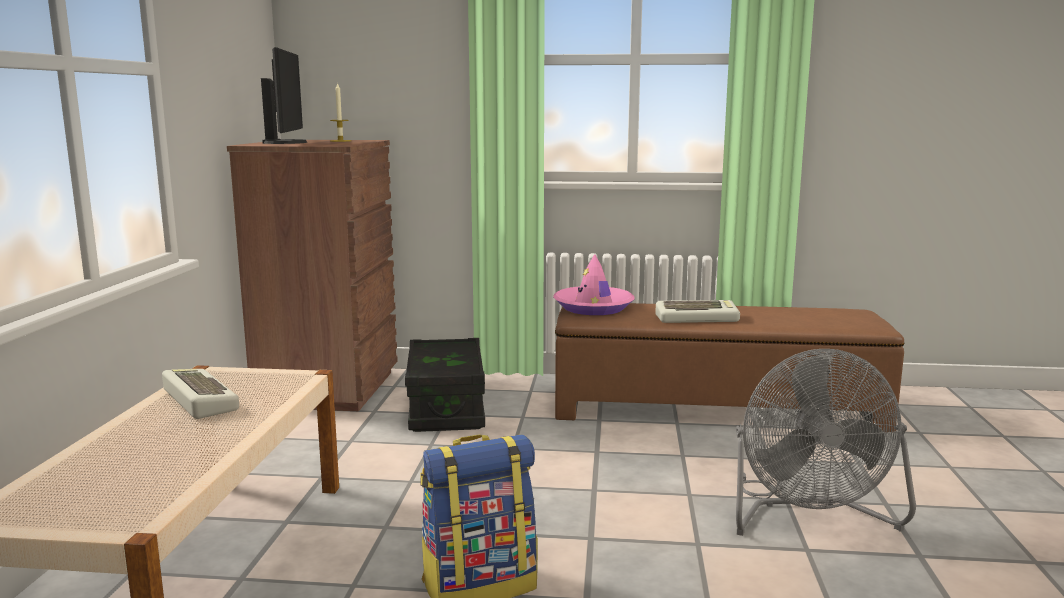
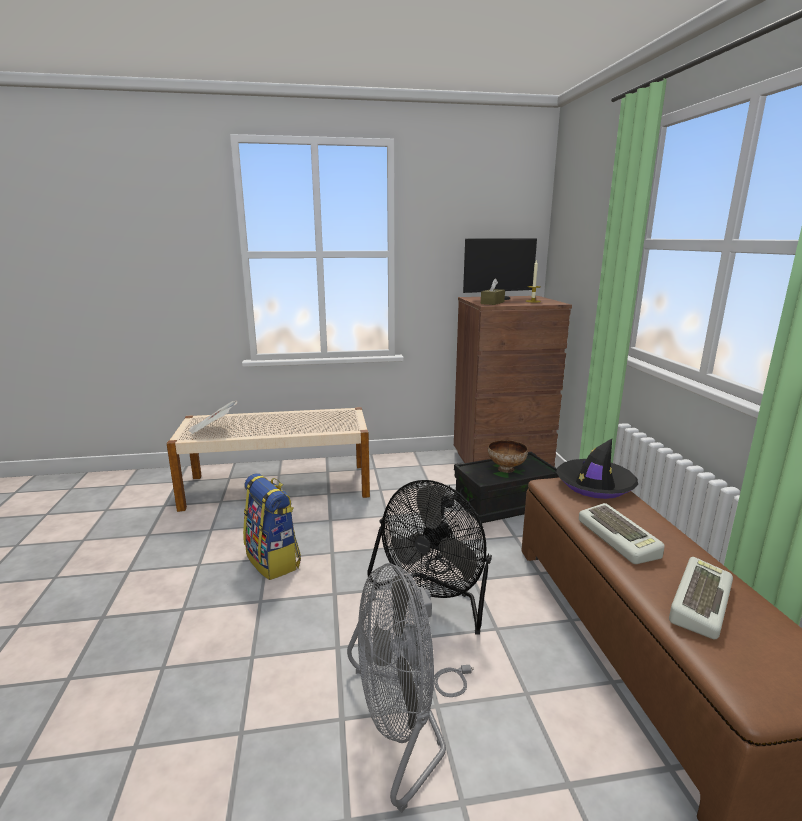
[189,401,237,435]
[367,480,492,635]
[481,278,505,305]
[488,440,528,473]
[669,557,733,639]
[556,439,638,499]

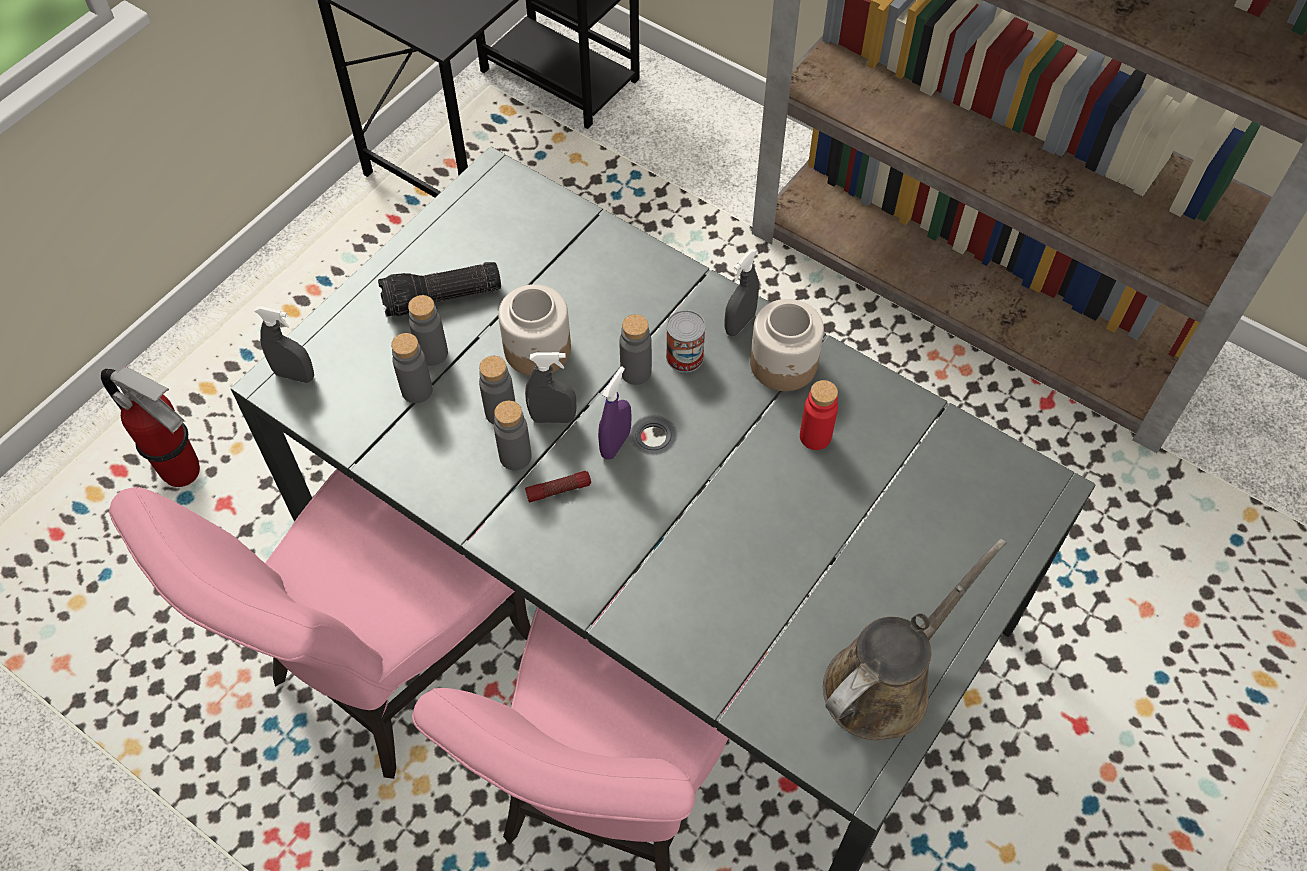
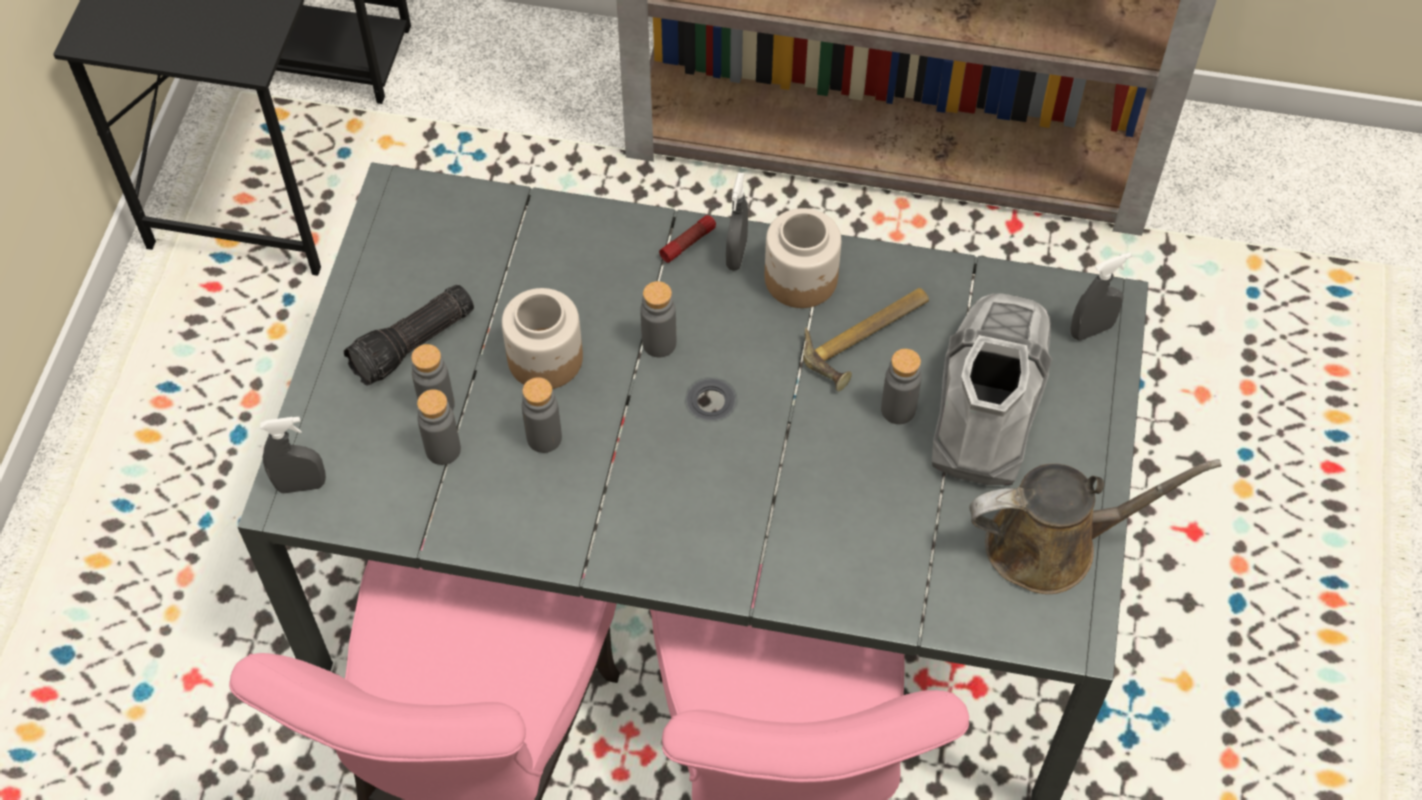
[101,367,200,487] (first image)
[598,366,632,459] (first image)
[666,310,706,373] (first image)
[932,293,1052,485]
[881,349,922,424]
[1070,252,1132,341]
[659,215,716,263]
[803,288,929,391]
[969,459,1222,594]

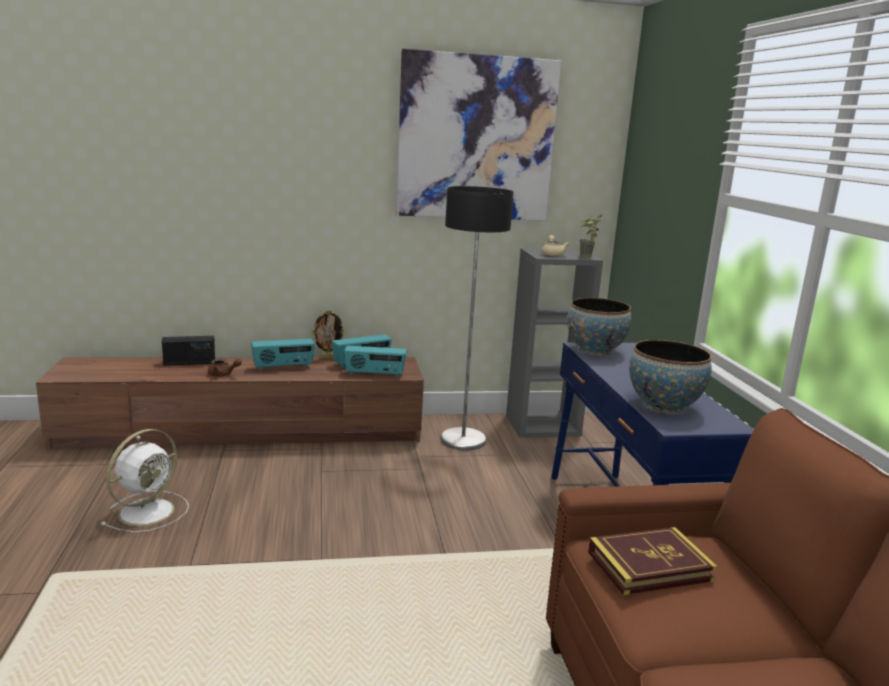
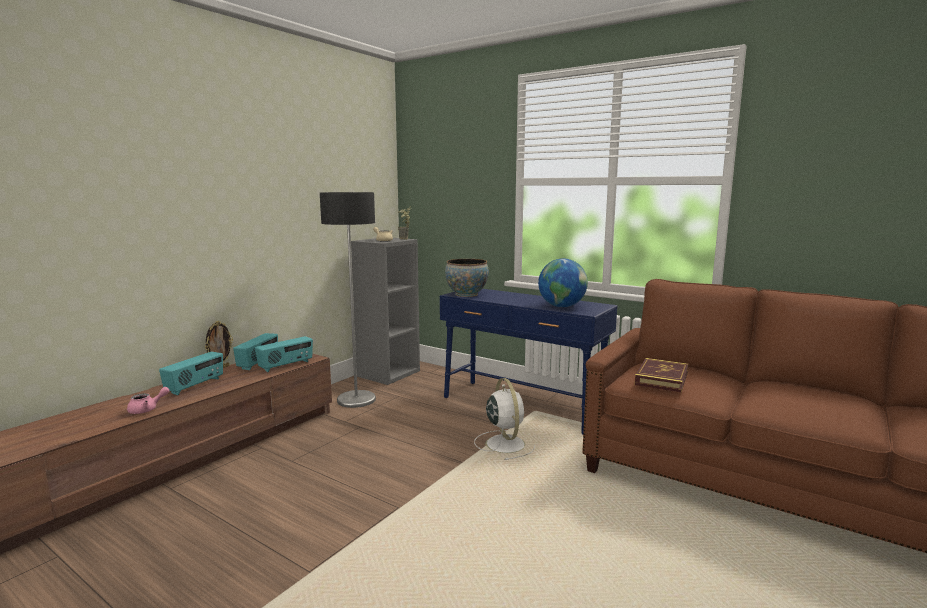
[162,336,215,366] (first image)
[396,49,561,221] (first image)
[474,378,535,460]
[538,258,588,307]
[127,387,170,414]

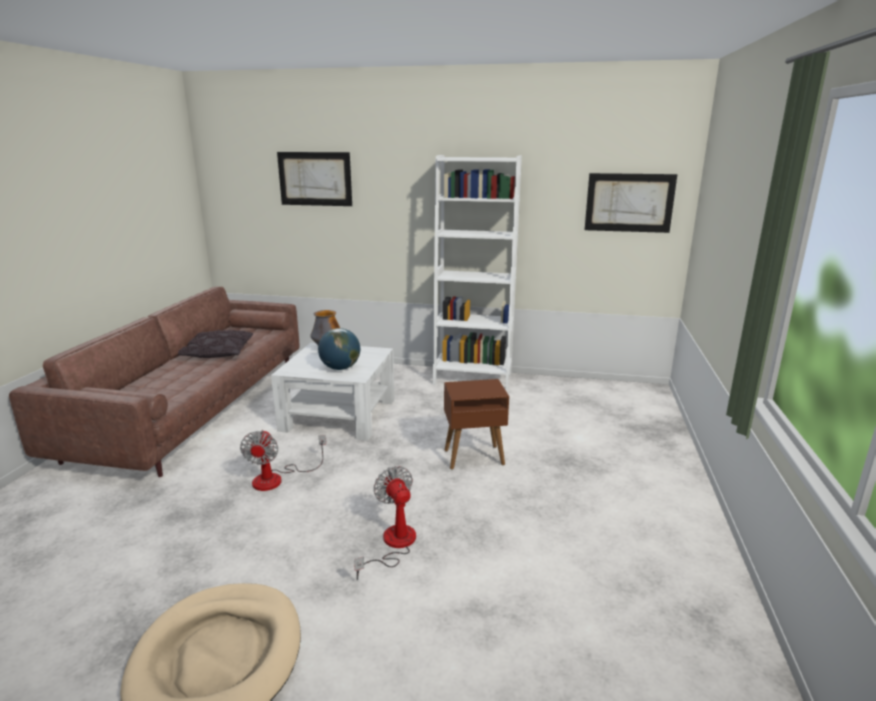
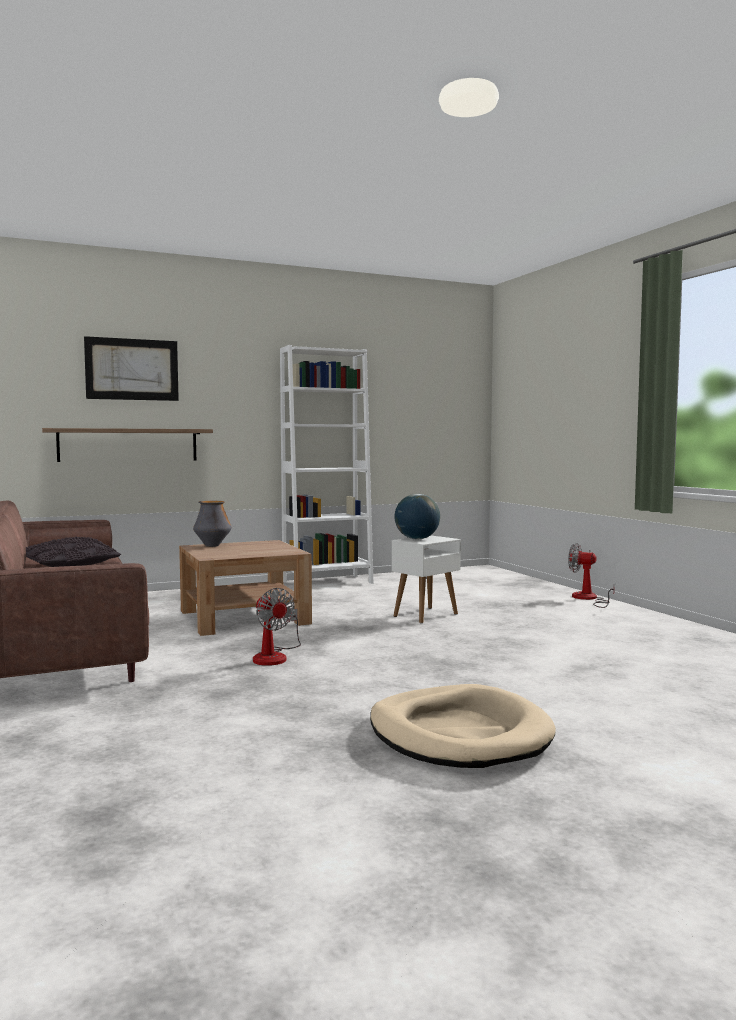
[585,173,677,233] (first image)
[42,428,213,462]
[394,494,440,539]
[568,543,615,608]
[179,540,312,636]
[392,535,461,623]

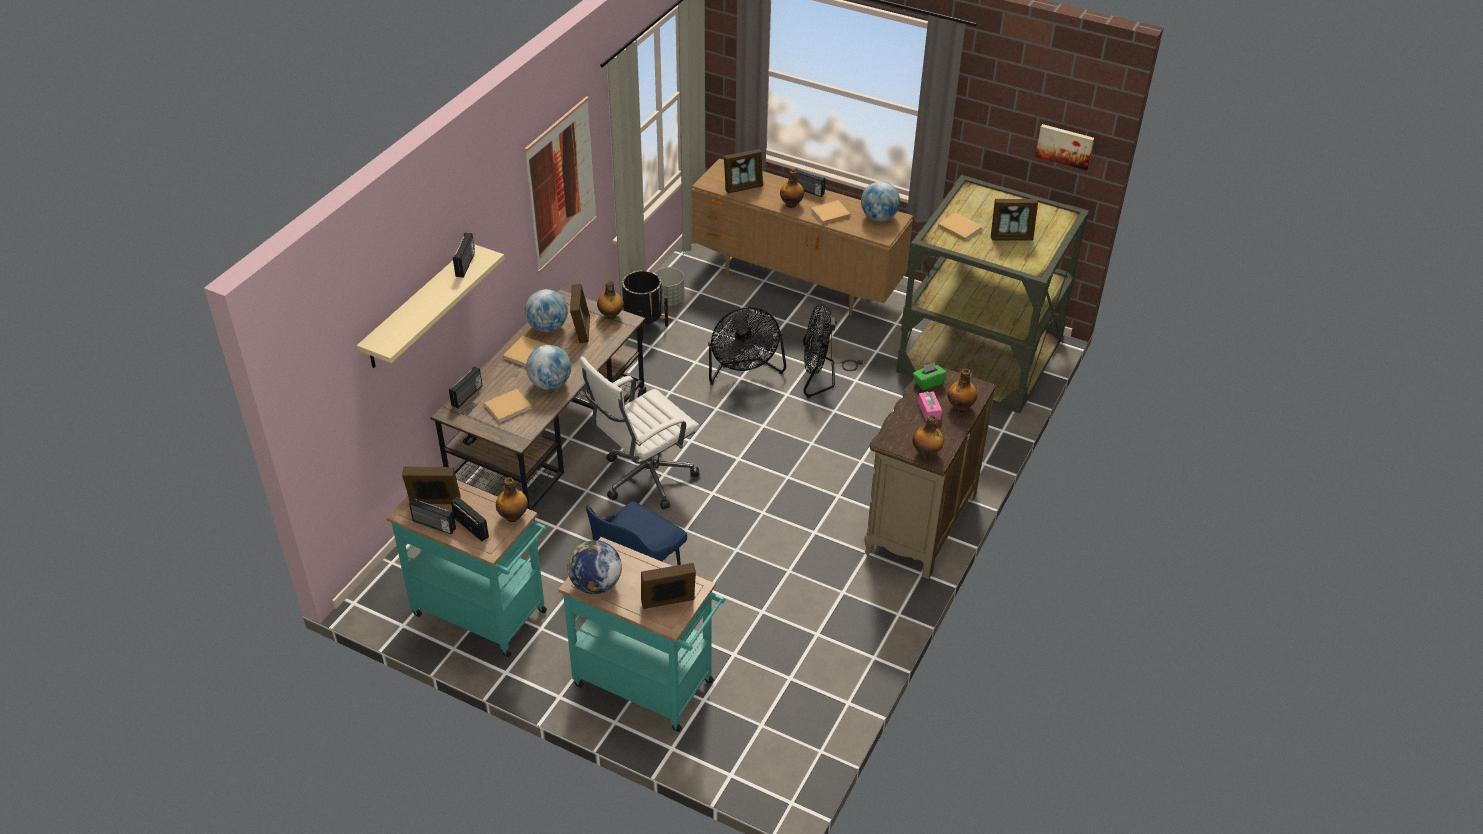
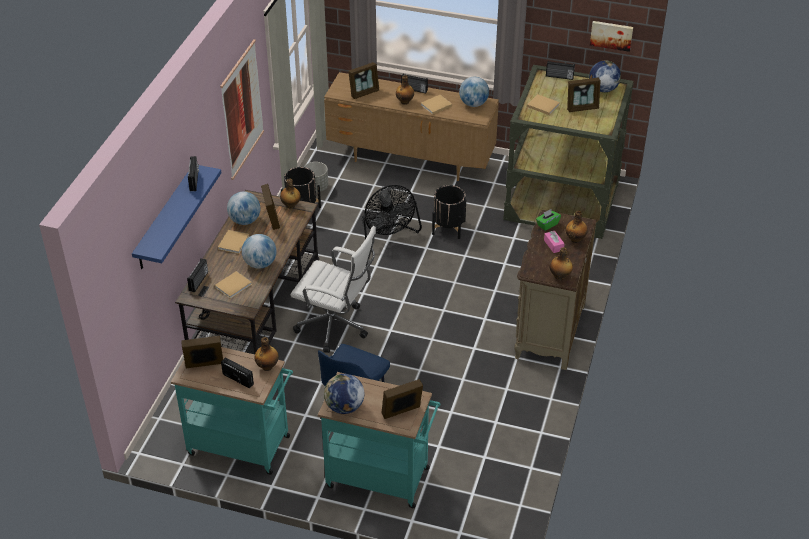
[589,61,621,92]
[546,61,575,80]
[432,185,466,239]
[132,165,221,269]
[291,226,376,353]

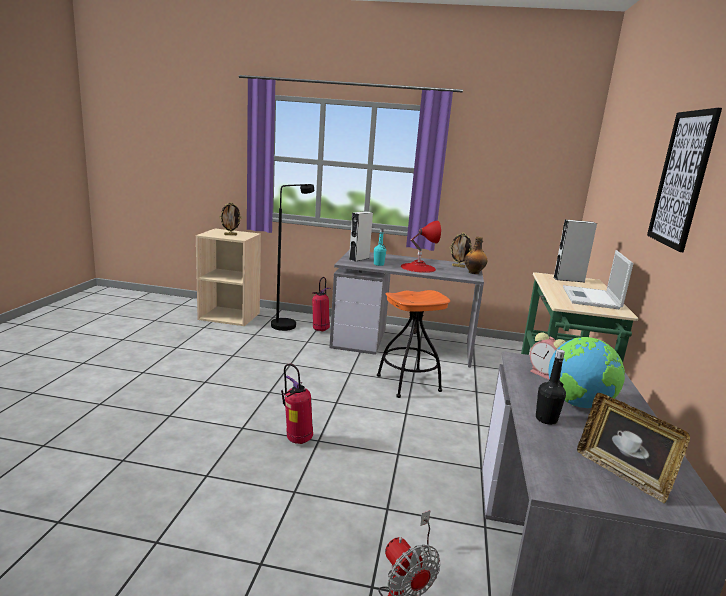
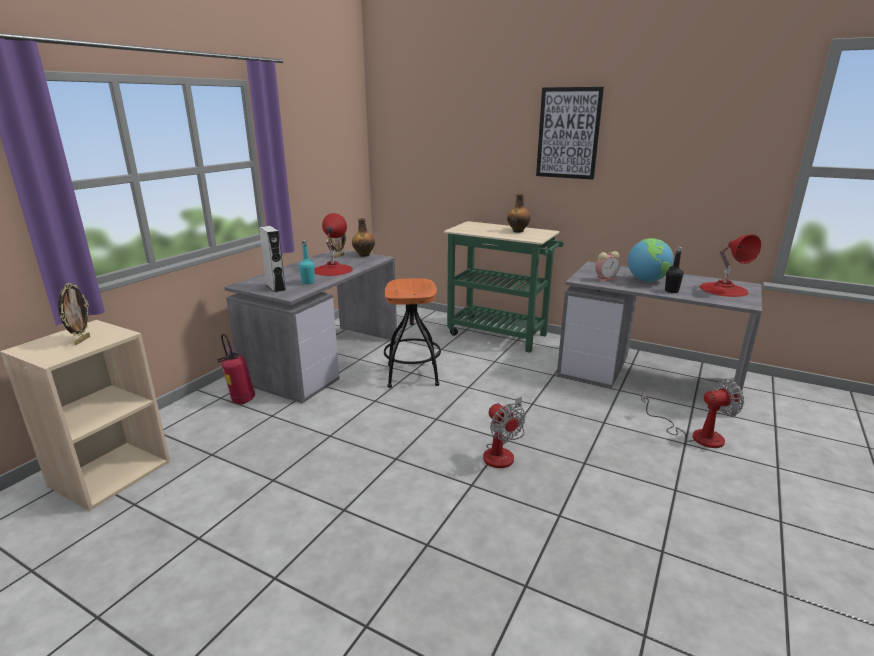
[271,184,315,331] (first image)
[554,220,597,282] (first image)
[483,397,525,468]
[507,193,531,233]
[700,235,761,297]

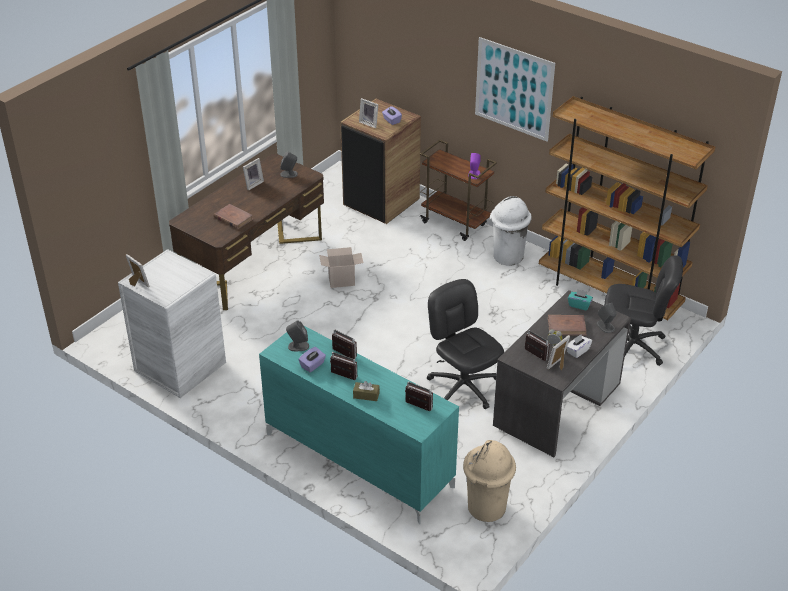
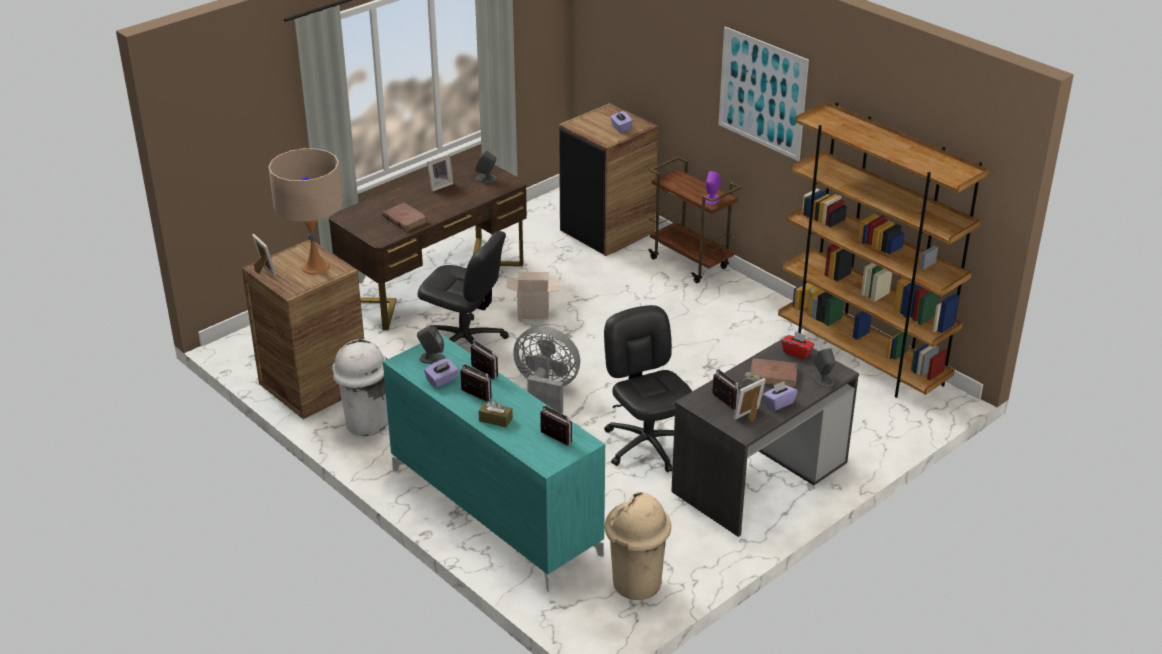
[359,98,378,128] (first image)
[268,148,343,275]
[513,326,580,414]
[332,339,388,436]
[418,231,509,345]
[242,240,364,419]
[763,382,798,411]
[782,331,814,359]

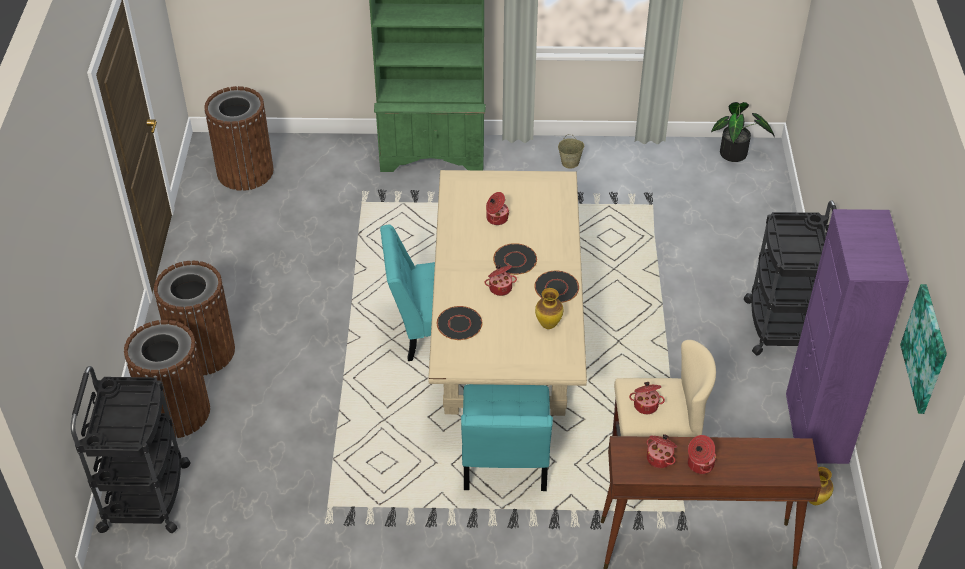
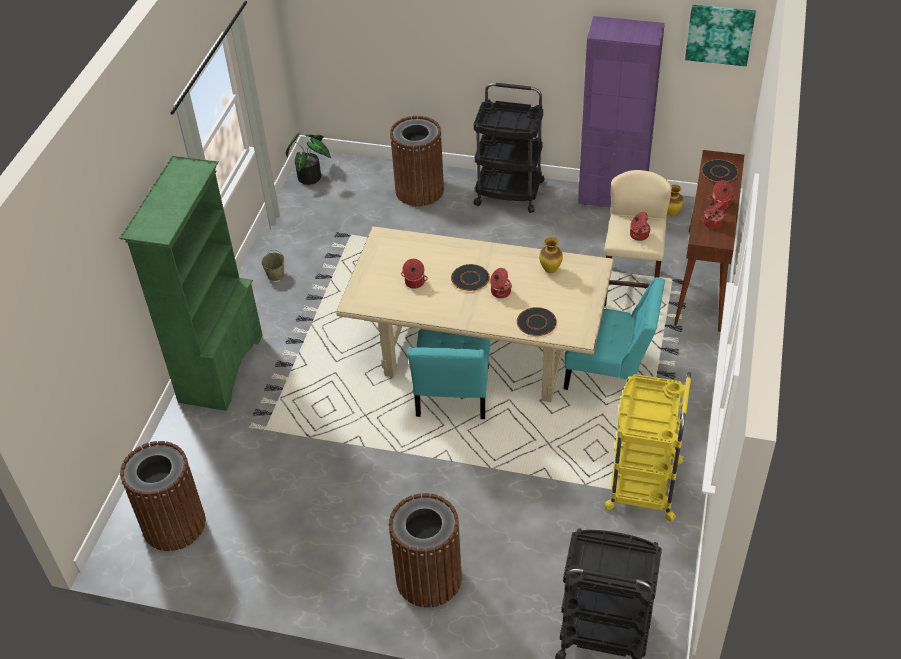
[604,372,691,521]
[390,116,444,206]
[702,159,739,182]

